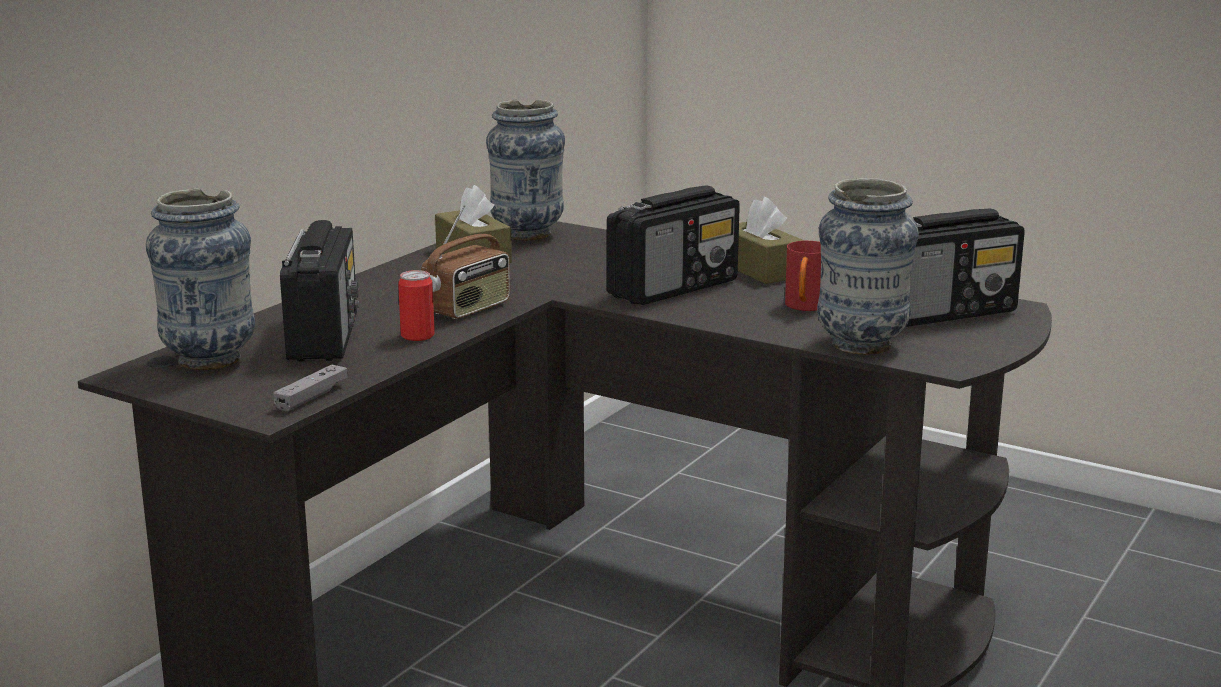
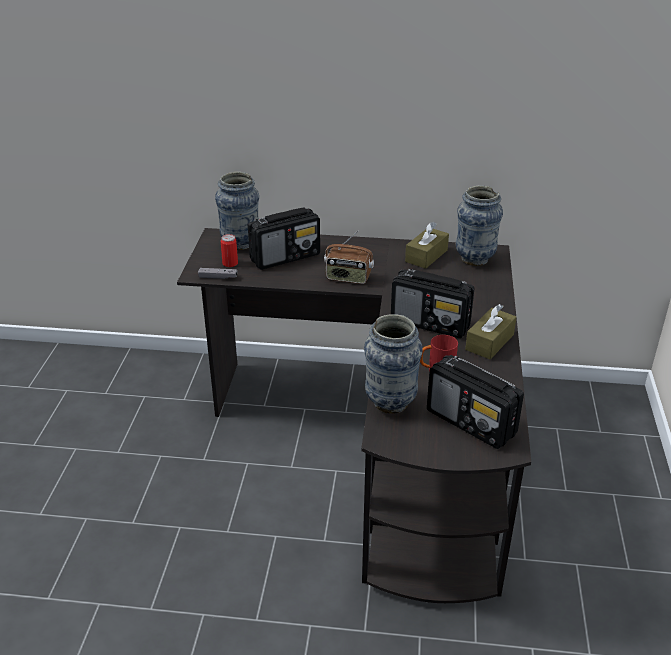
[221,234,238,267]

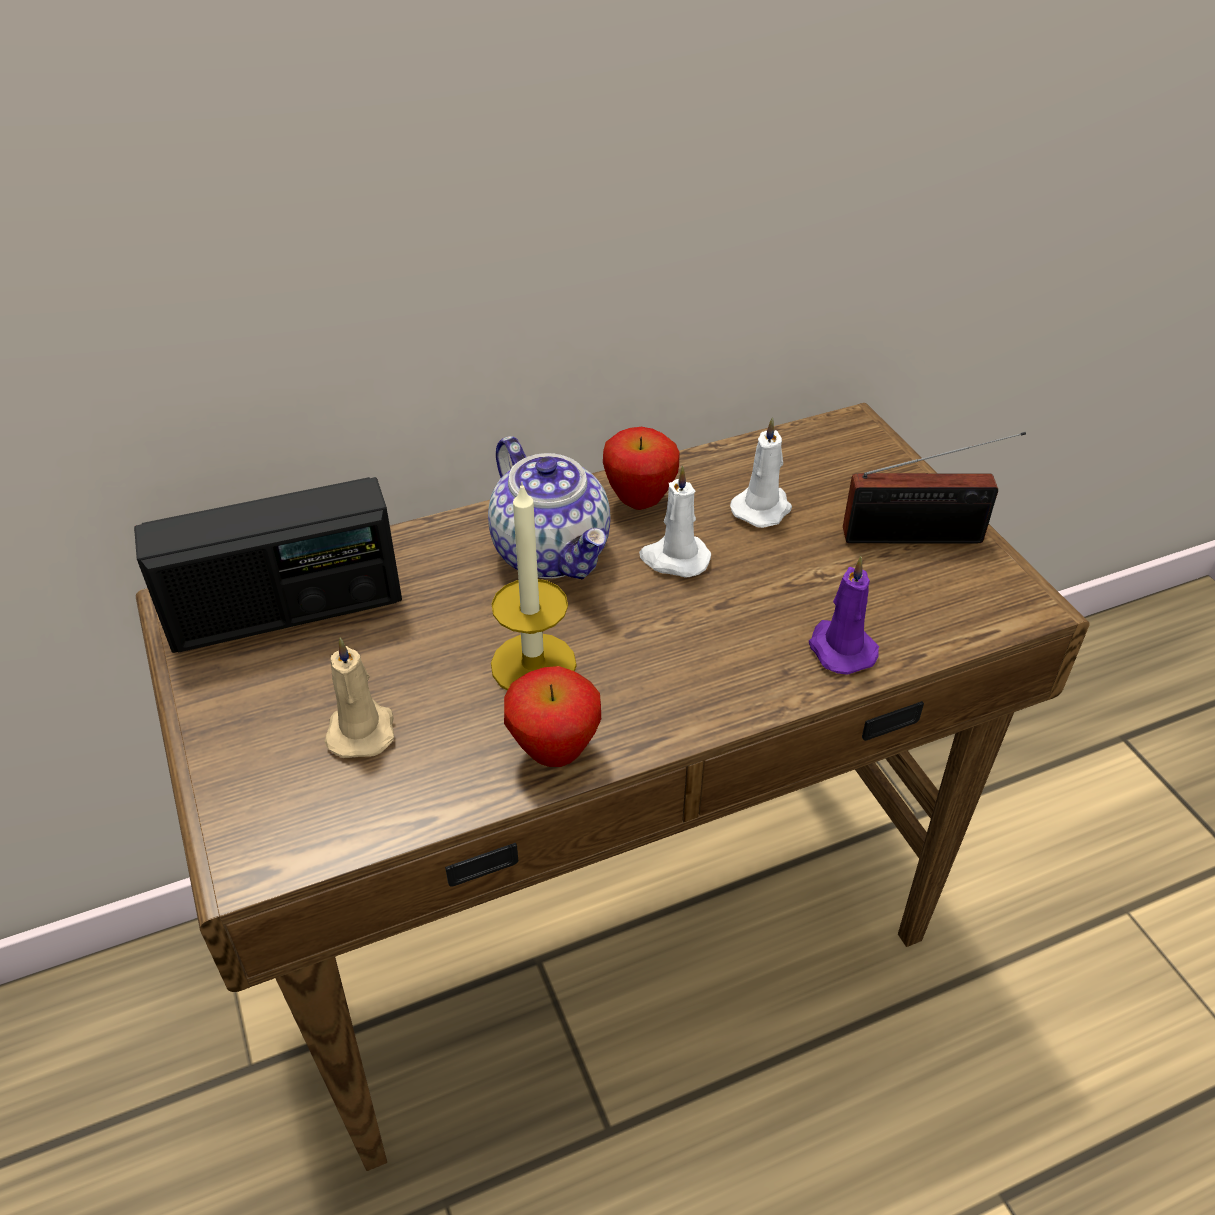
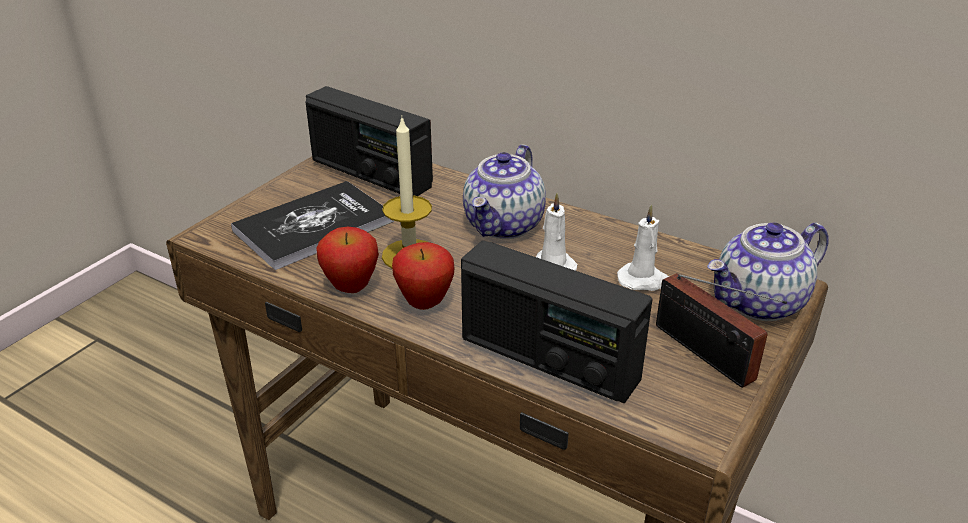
[707,222,829,321]
[392,242,454,310]
[231,181,394,270]
[461,240,652,403]

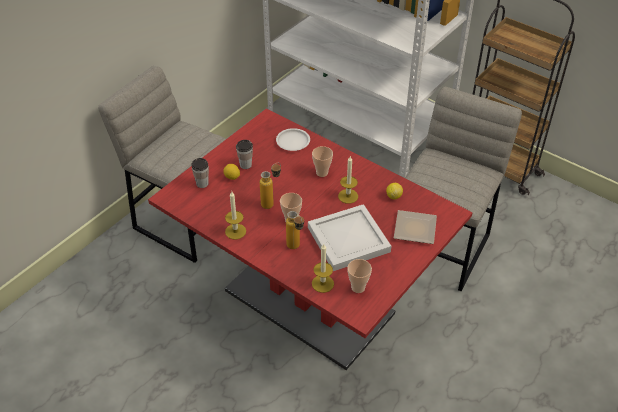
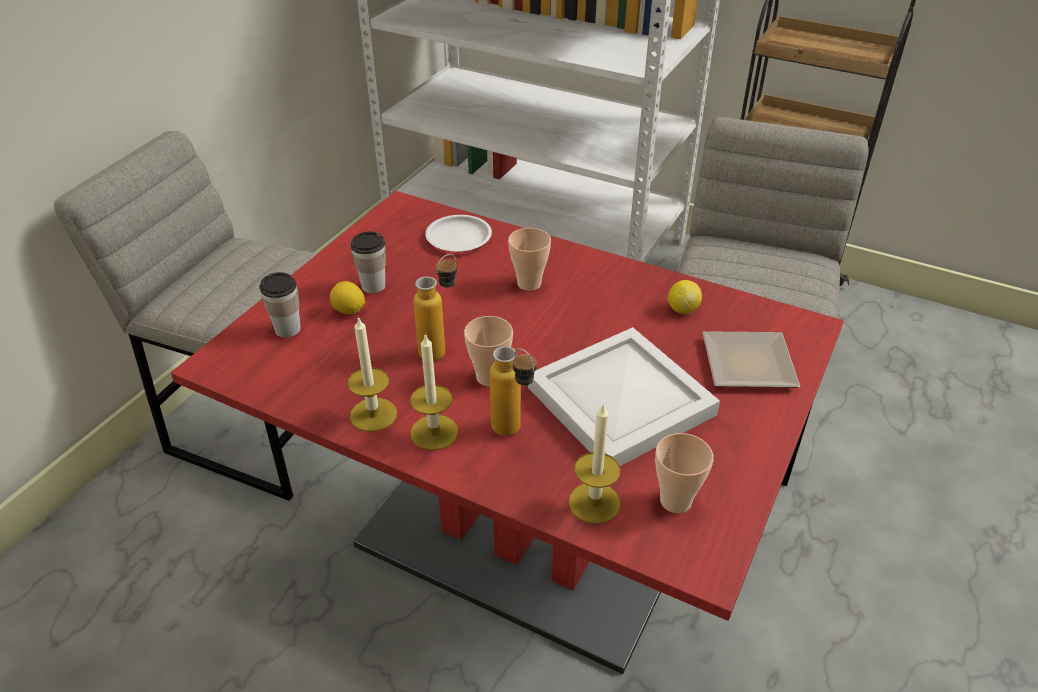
[410,333,458,450]

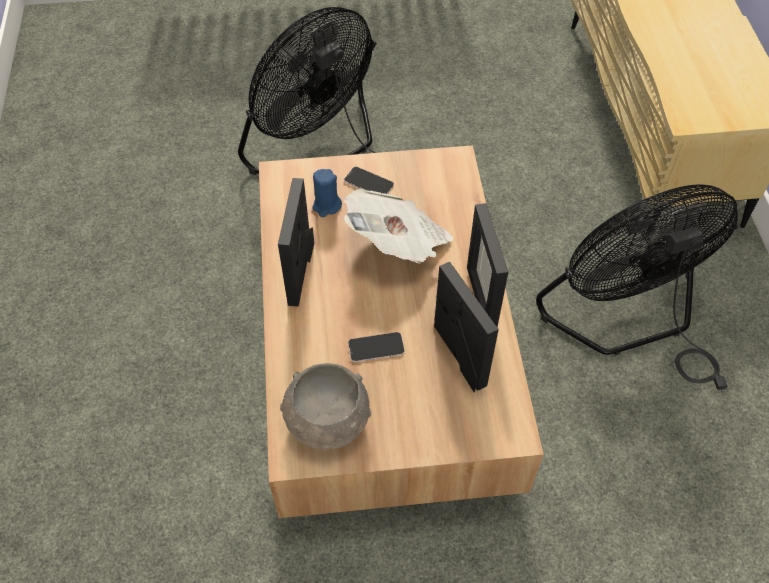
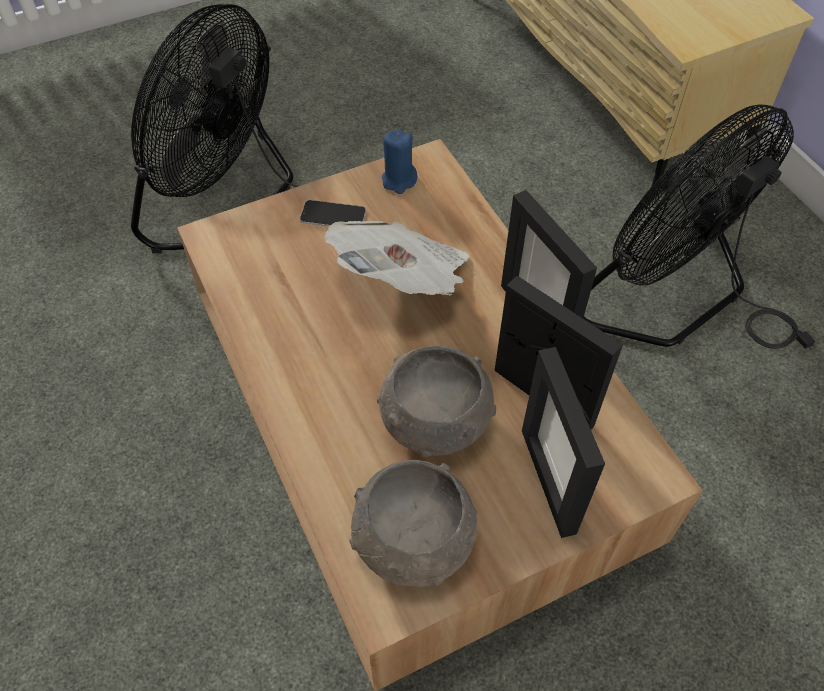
[522,347,605,538]
[382,129,417,194]
[377,346,496,457]

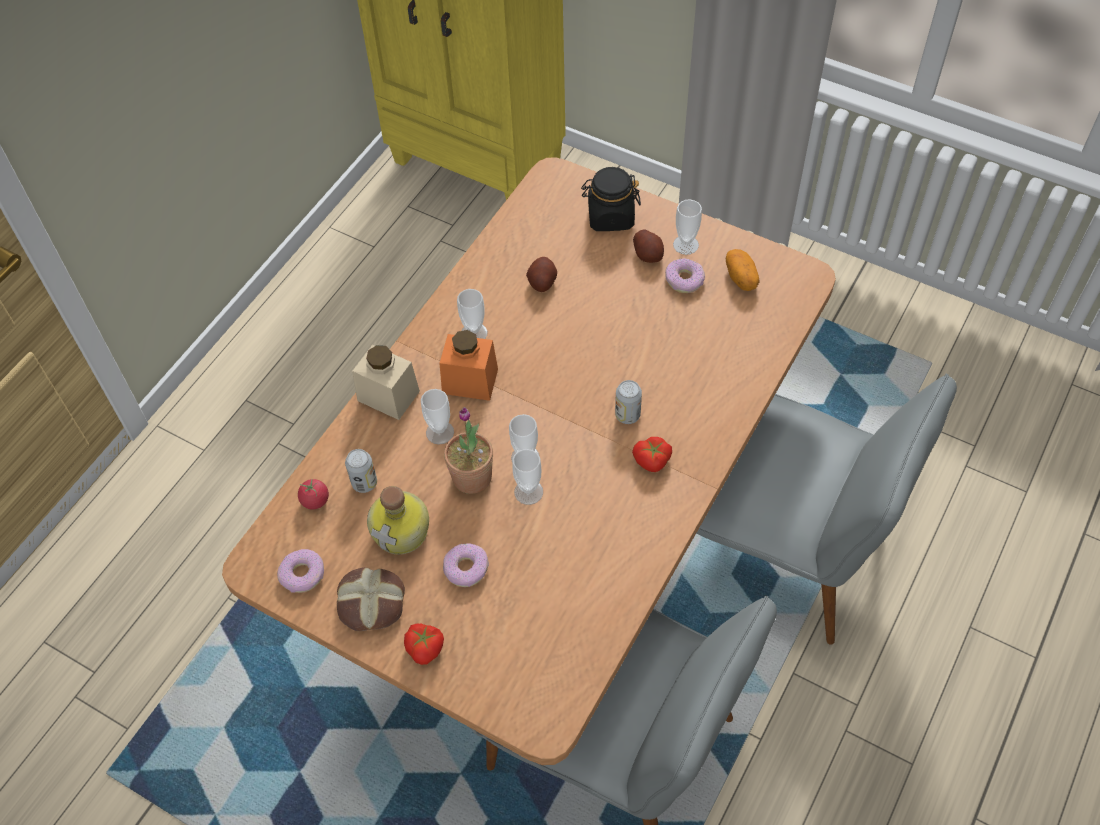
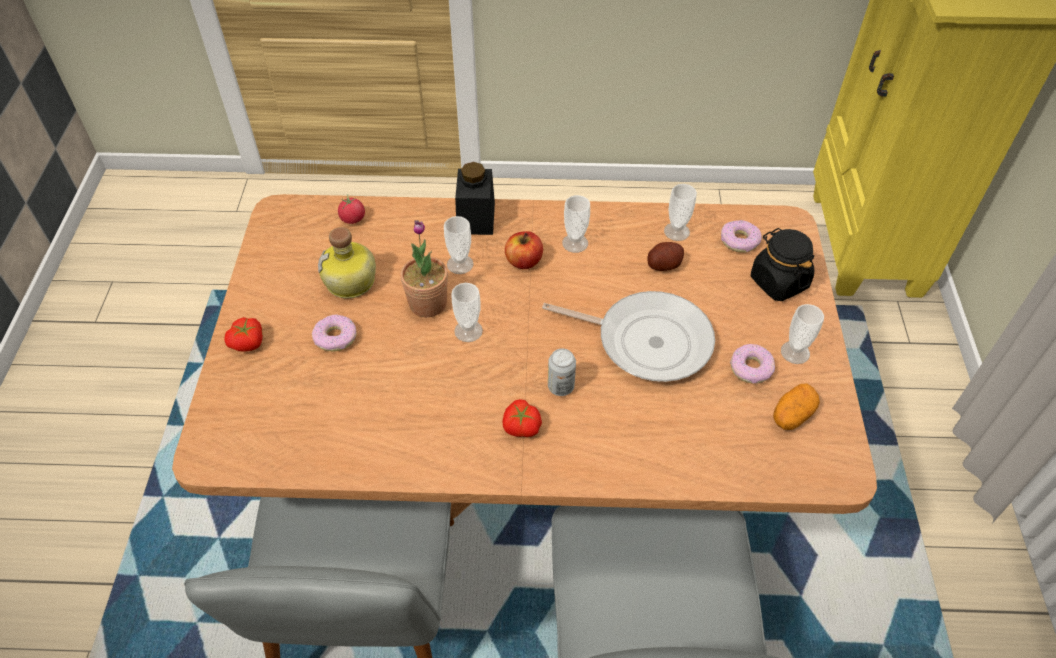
[337,567,405,631] (first image)
[345,449,377,493] (first image)
[633,230,664,263] (first image)
[542,291,715,382]
[721,220,762,253]
[664,184,697,241]
[505,231,543,269]
[455,162,495,235]

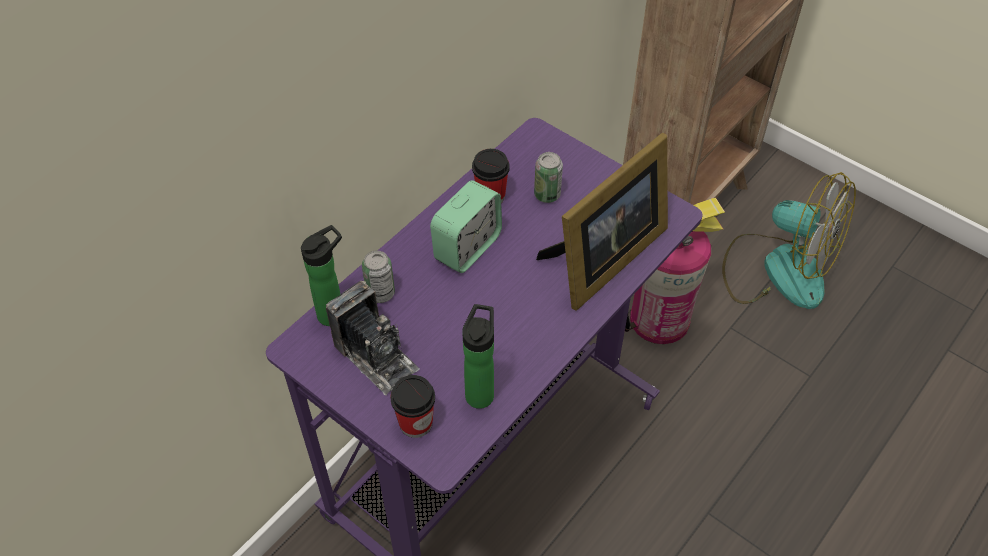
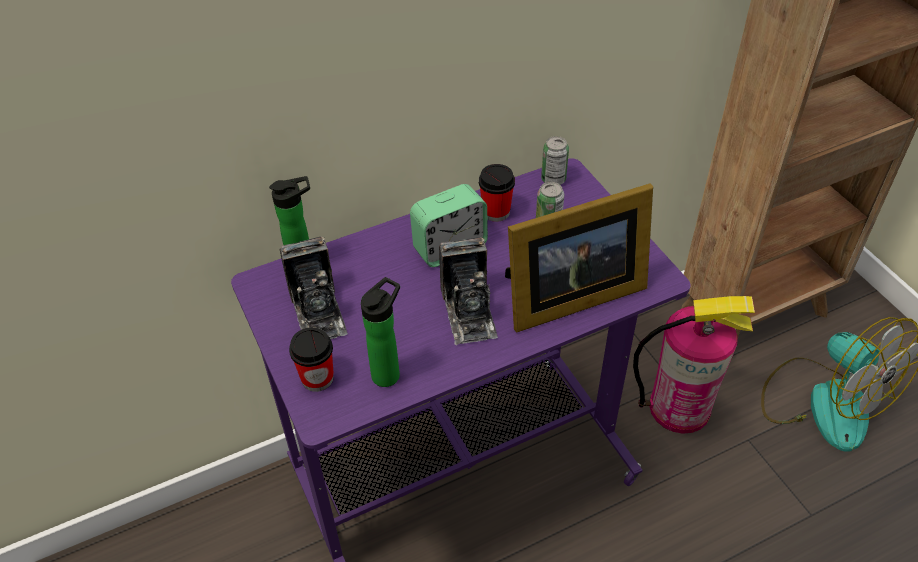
[439,237,498,345]
[541,136,569,185]

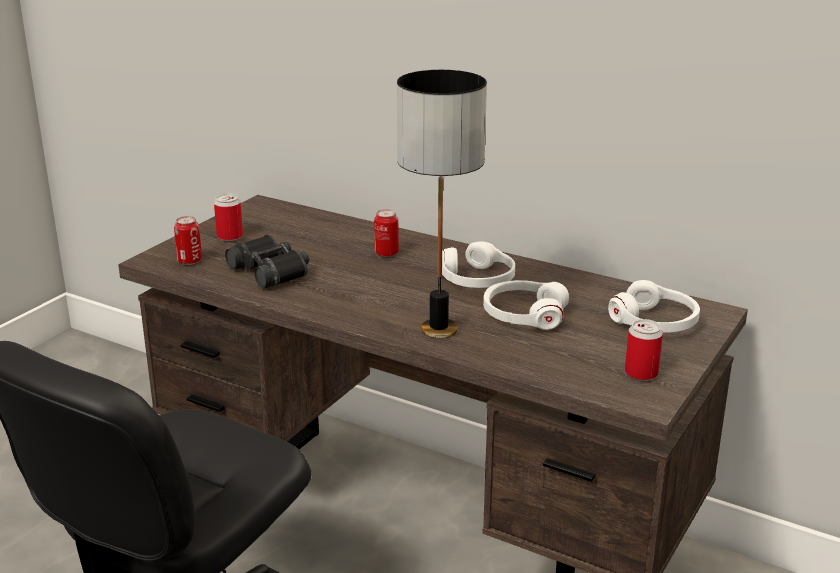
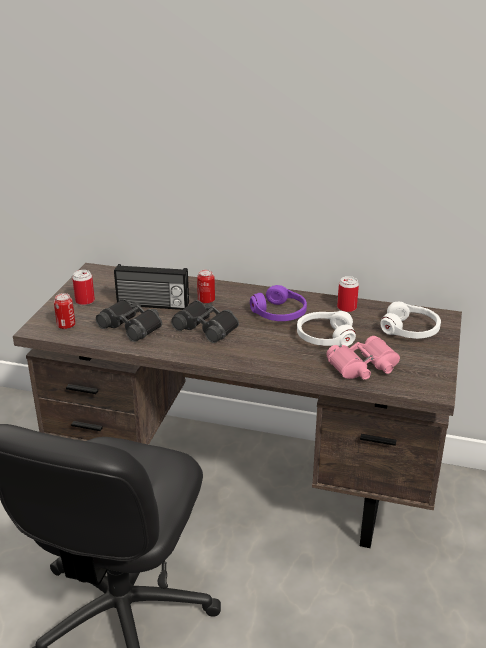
[397,70,487,338] (first image)
[114,264,189,310]
[171,300,239,343]
[327,336,400,380]
[337,276,359,312]
[250,285,307,321]

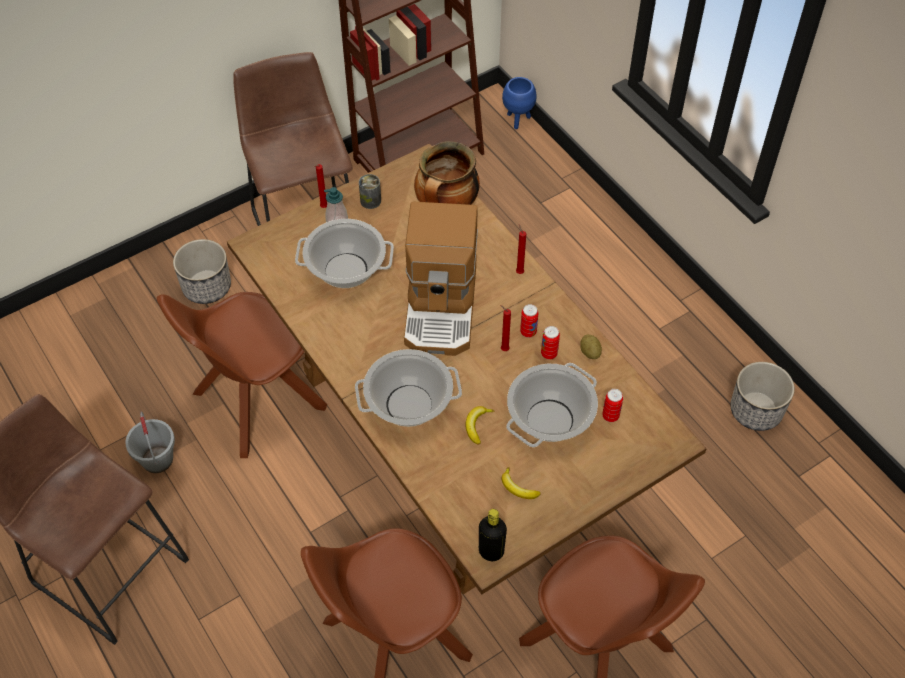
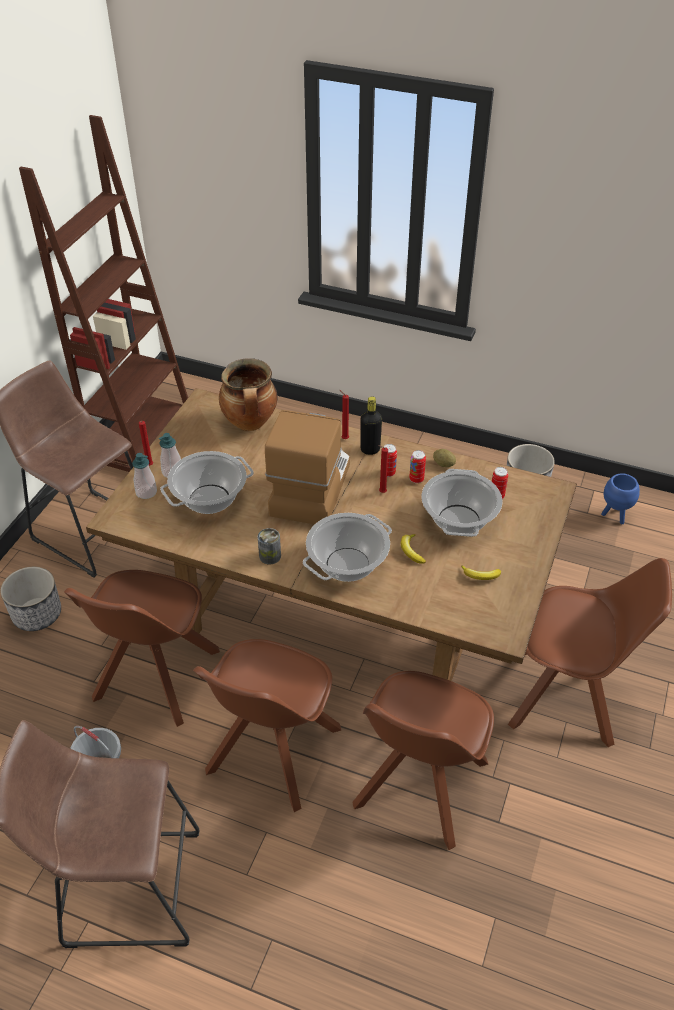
[132,453,157,499]
[193,639,341,812]
[258,528,281,564]
[360,397,382,455]
[601,473,640,524]
[265,410,350,524]

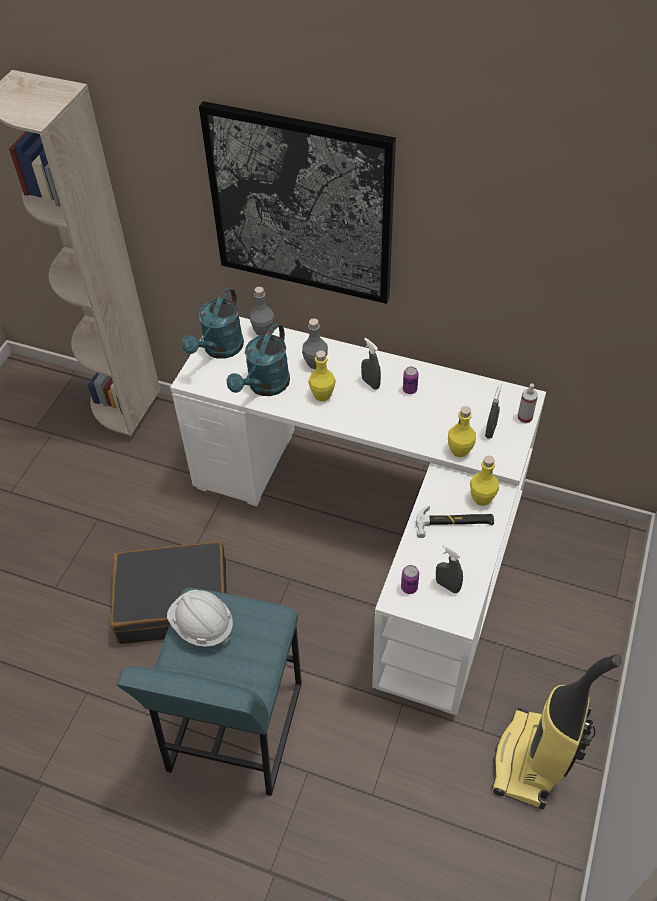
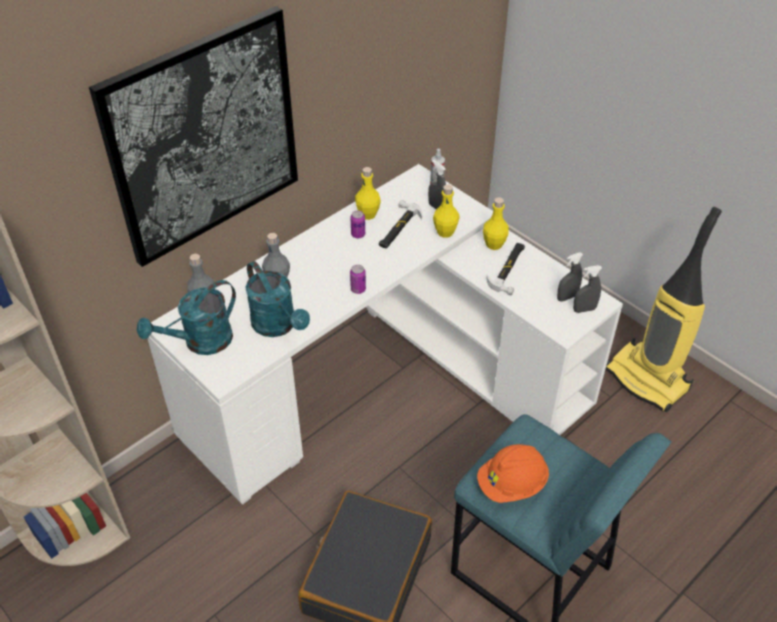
[379,200,422,248]
[355,167,381,220]
[573,265,602,313]
[350,265,366,294]
[477,444,549,503]
[137,280,236,355]

